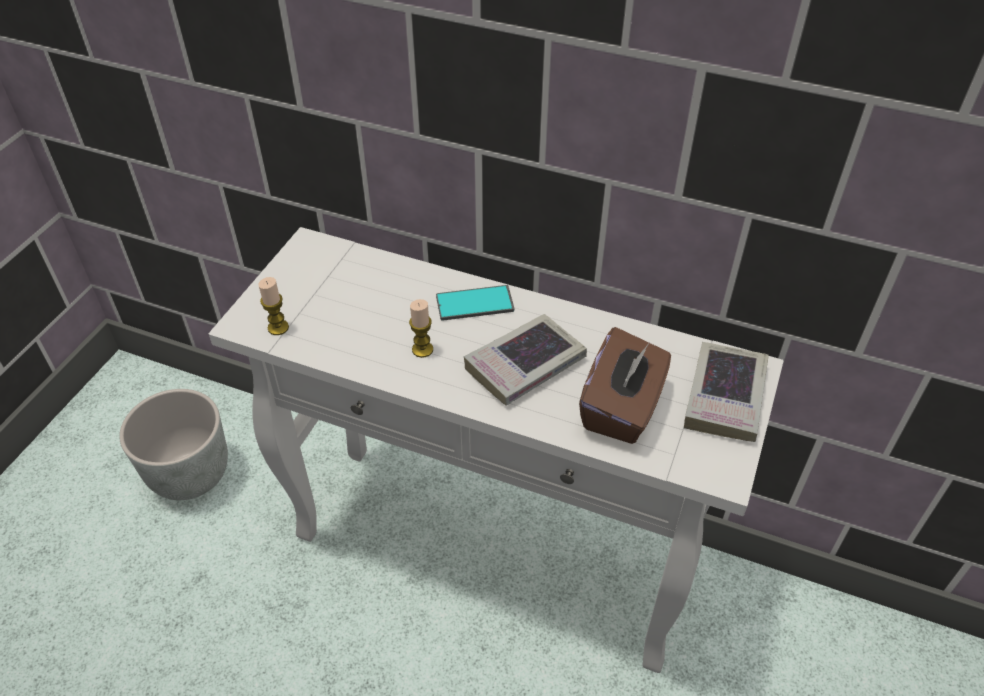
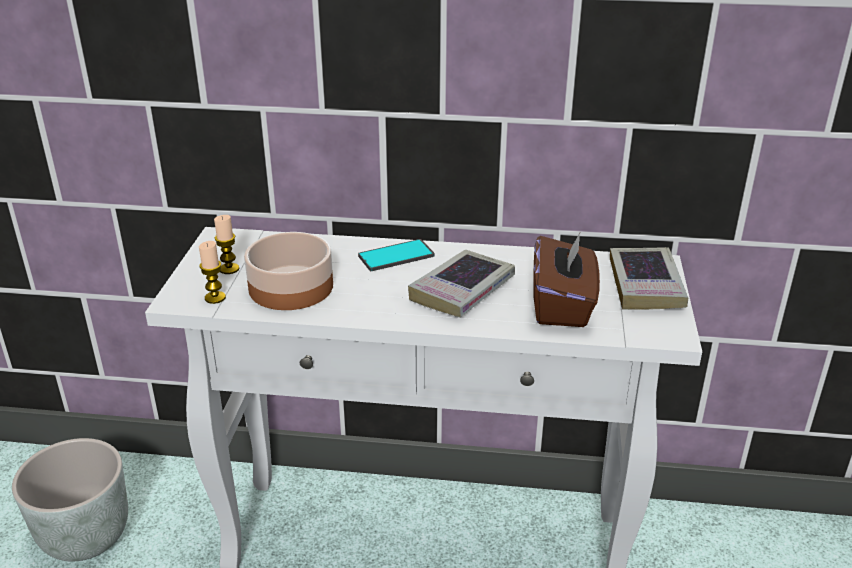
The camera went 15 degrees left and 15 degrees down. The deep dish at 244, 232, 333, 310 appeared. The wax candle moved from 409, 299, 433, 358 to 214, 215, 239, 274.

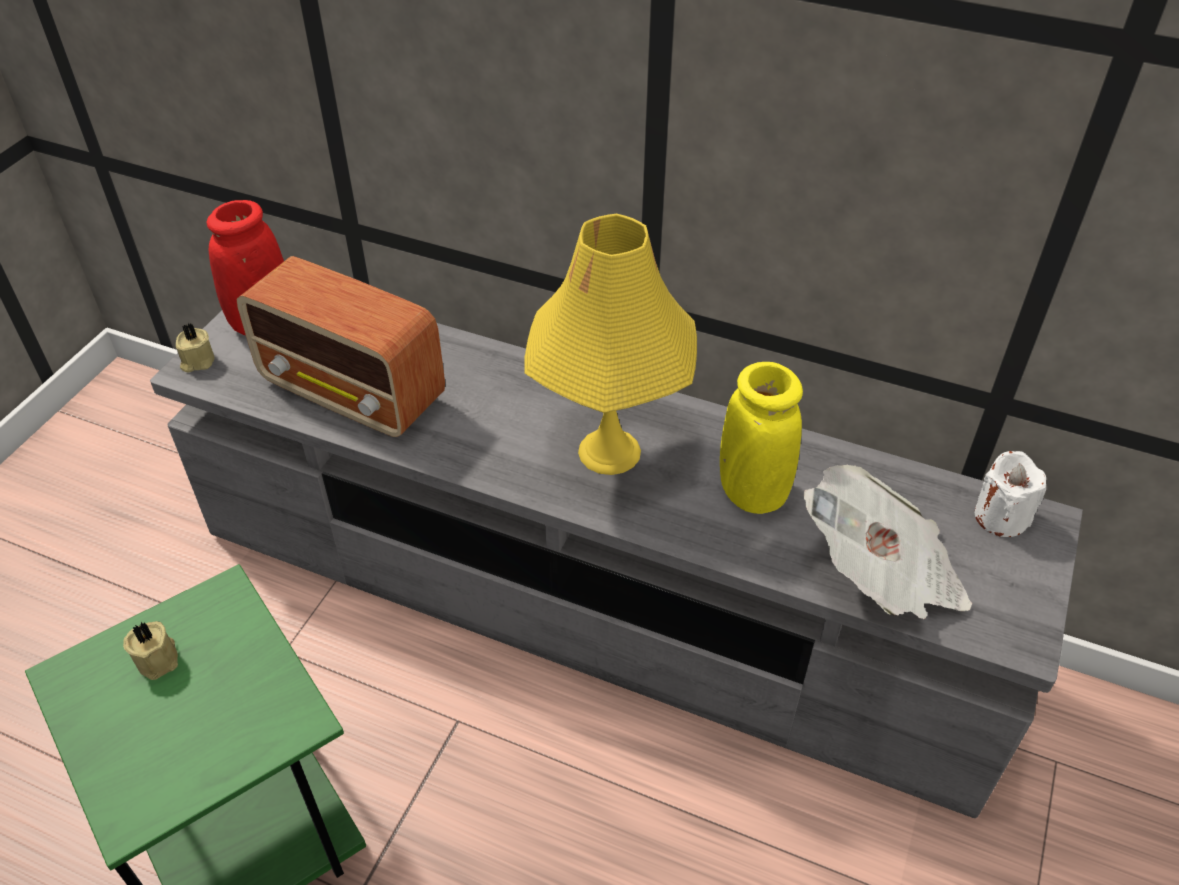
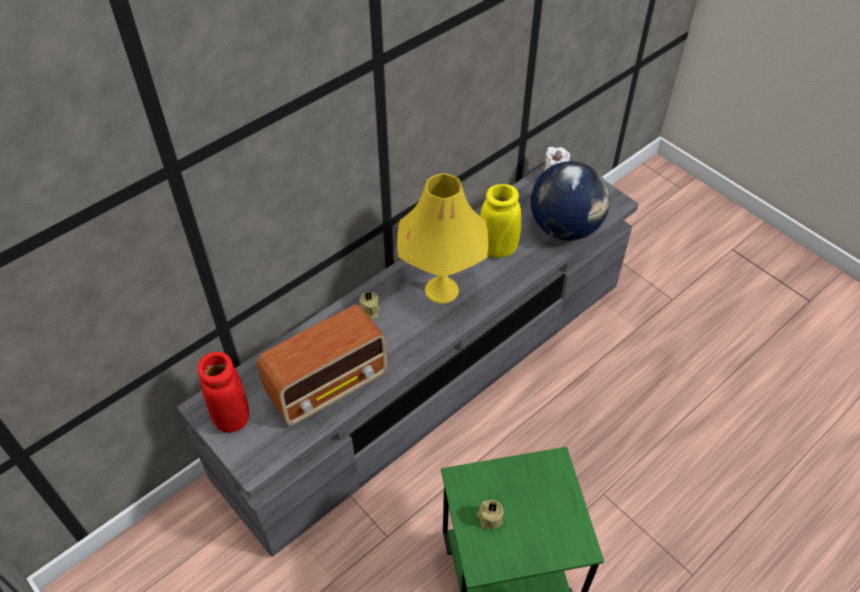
The camera went 65 degrees left and 5 degrees up. The beige-coloured wax candle moved from 176, 323, 214, 373 to 359, 291, 380, 319. The newspaper at 804, 465, 972, 619 was replaced by the world globe at 531, 161, 610, 240.

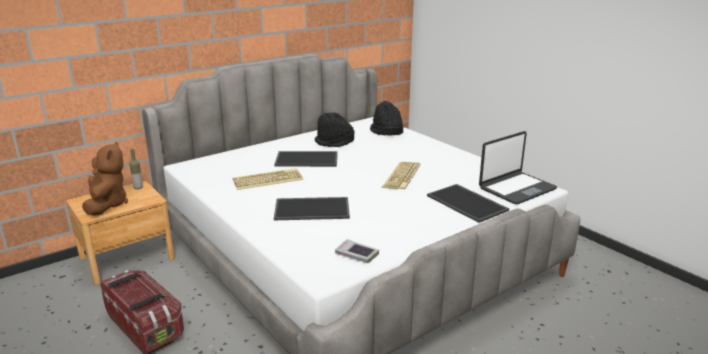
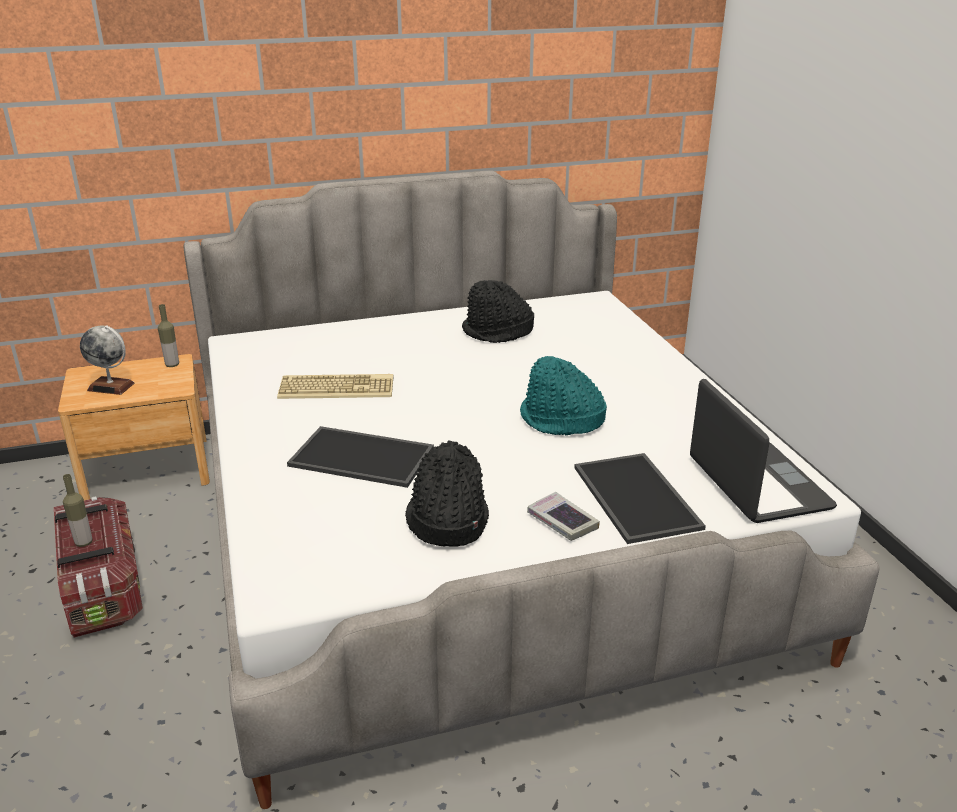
The camera went 20 degrees right and 5 degrees up. The carrying tray at 274, 151, 338, 167 disappeared. The bottle at 63, 474, 92, 547 appeared. The bound book moved from 335, 239, 379, 263 to 527, 492, 600, 541. The black clothing hat moved from 370, 101, 404, 136 to 405, 440, 489, 547. The brownish soft toy at 82, 141, 128, 216 was replaced by the world globe at 80, 325, 135, 395. The computer keyboard at 382, 162, 421, 189 was replaced by the blue-green clothing hat at 520, 356, 607, 435. The notebook computer at 479, 131, 557, 204 turned 90 degrees counterclockwise.

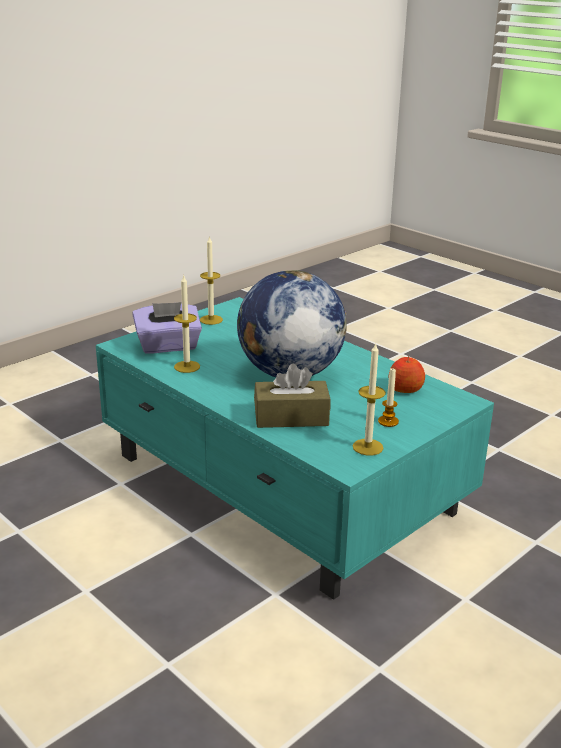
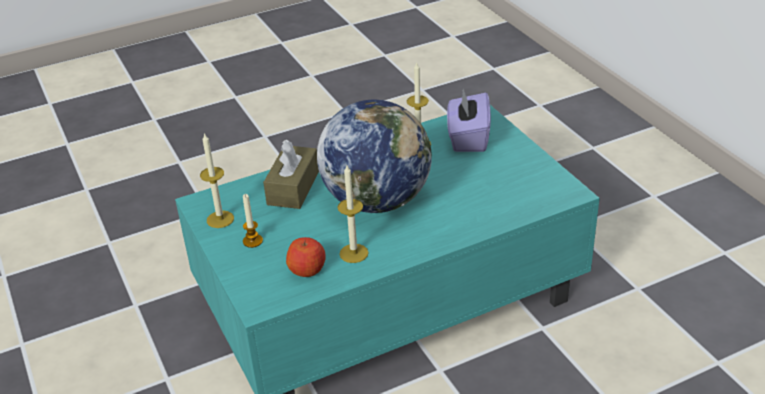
The camera went 110 degrees right and 10 degrees up. The wax candle moved from 200, 236, 223, 325 to 337, 165, 369, 263.

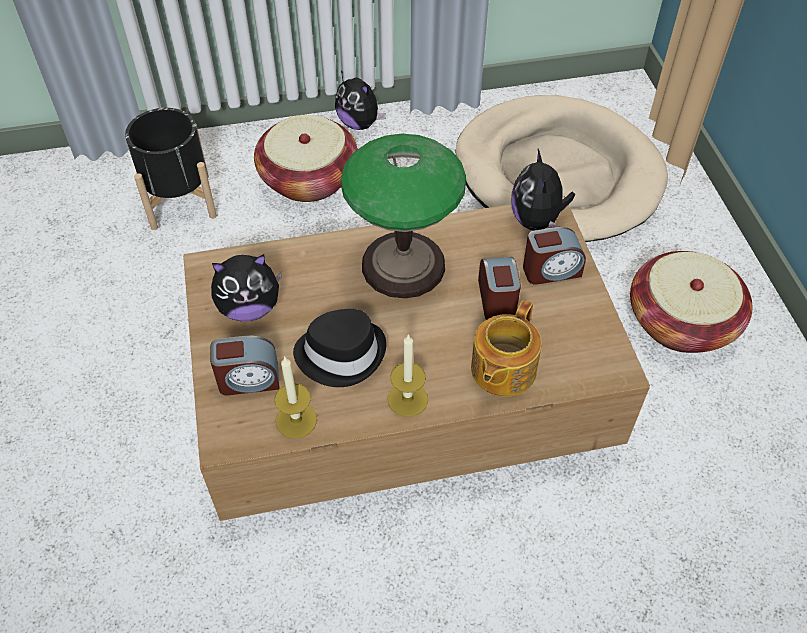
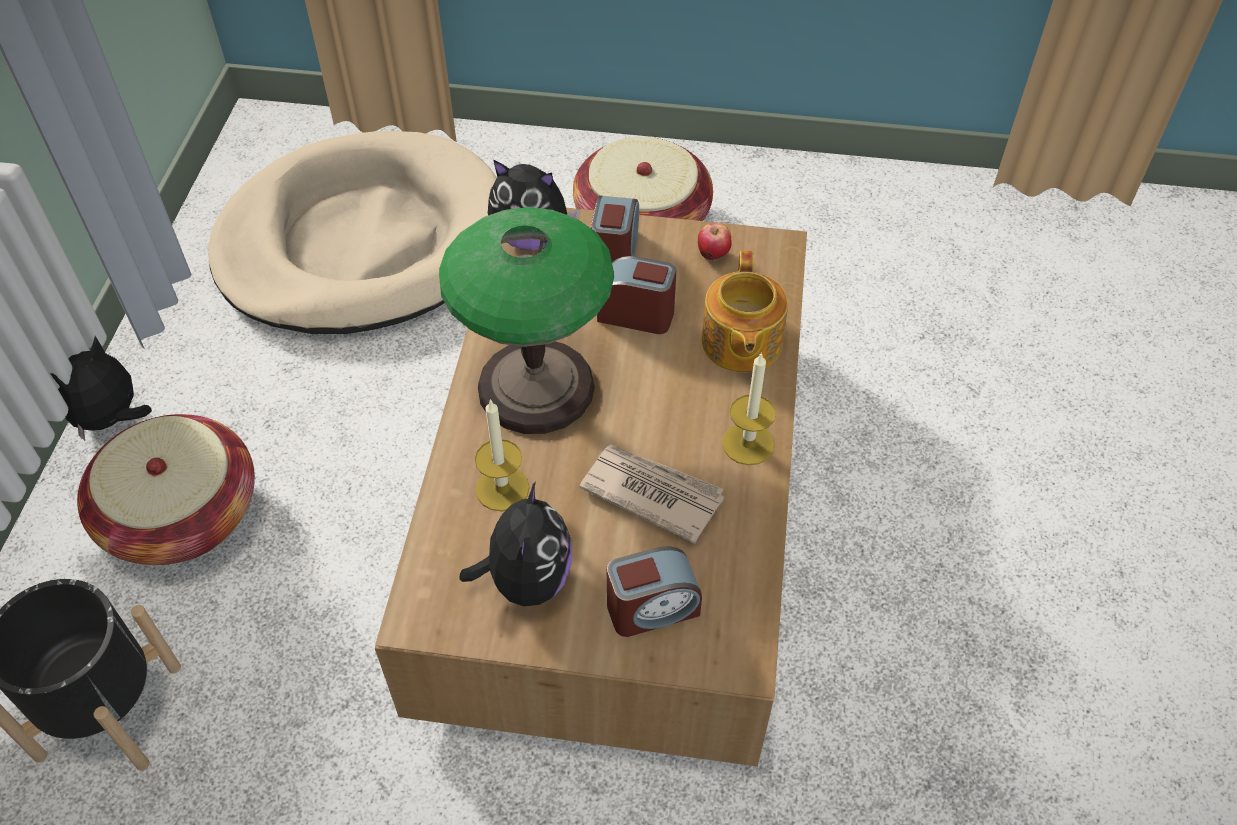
The camera went 70 degrees left and 0 degrees up. The whole apple at 698, 223, 732, 260 appeared. The wax candle moved from 274, 356, 317, 438 to 475, 399, 529, 511. The black clothing hat at 293, 309, 386, 387 was replaced by the newspaper at 579, 444, 724, 544. The table clock at 210, 336, 280, 395 turned 60 degrees clockwise. The soft toy at 335, 71, 386, 130 turned 150 degrees clockwise. The tea pot at 471, 300, 542, 397 turned 45 degrees clockwise.

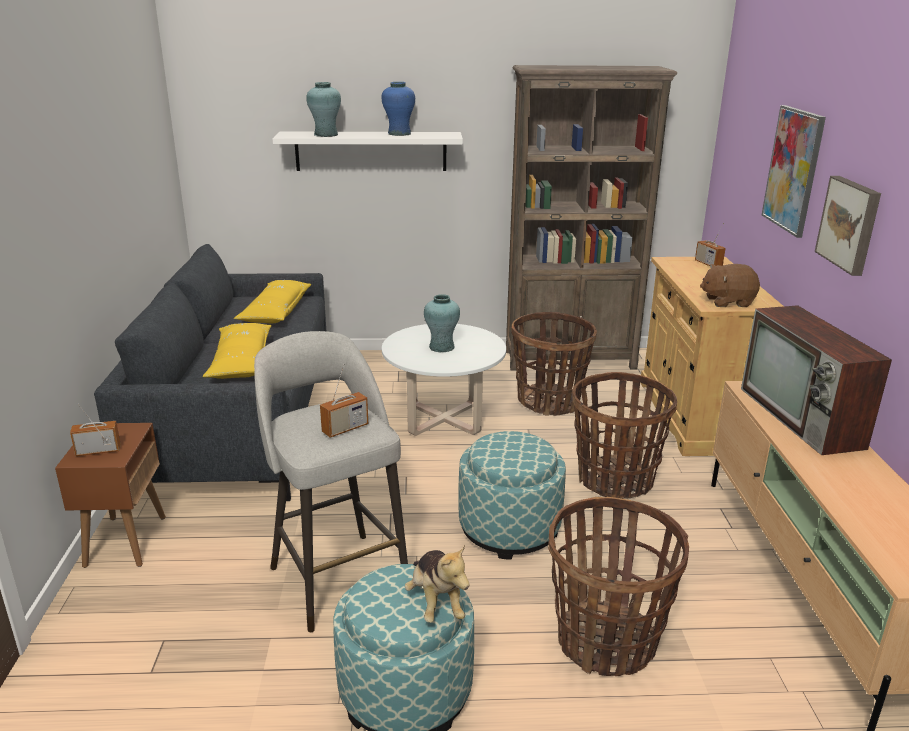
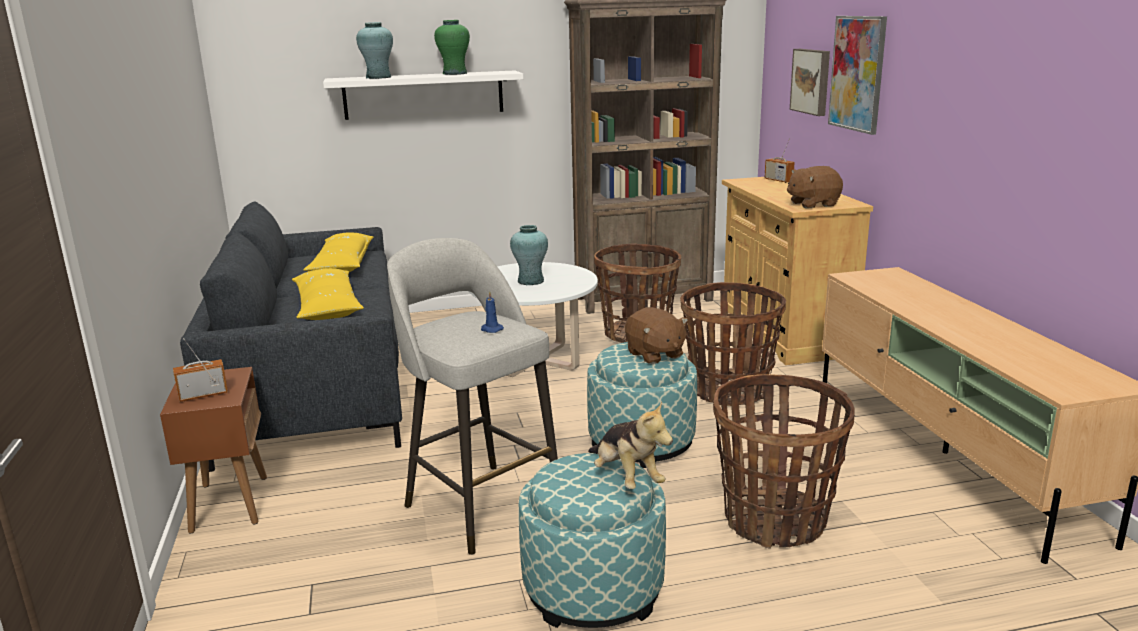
The camera went 10 degrees left and 5 degrees down. The TV set at 741, 305, 892, 455 disappeared. The brownish soft toy at 625, 307, 688, 364 appeared. The picture moved from 815, 176, 881, 276 to 790, 49, 830, 116. The radio set at 320, 364, 368, 438 was replaced by the blue wax candle at 481, 291, 504, 333. The blue flower vase at 381, 82, 415, 136 became the green flower vase at 434, 20, 470, 75.

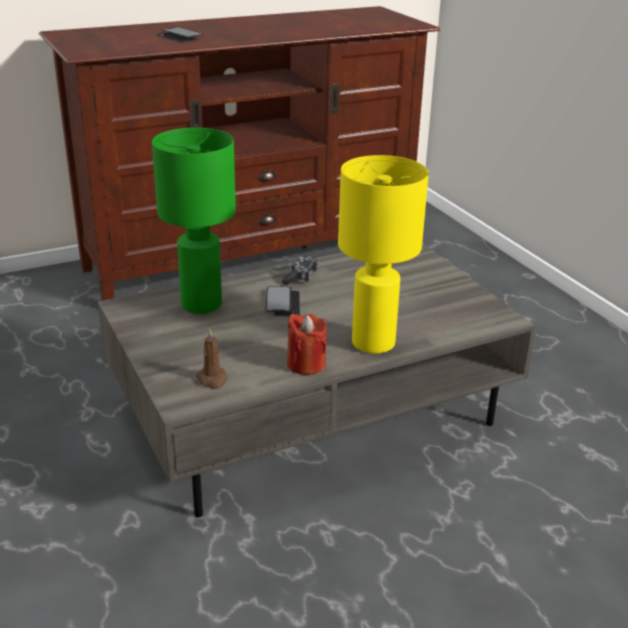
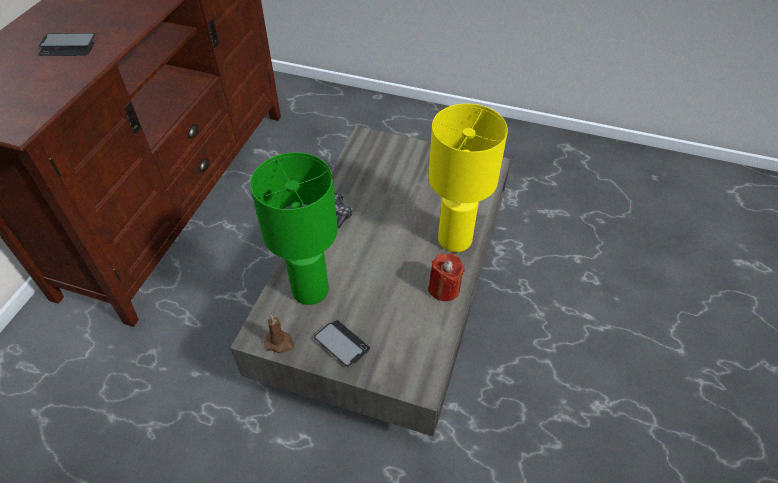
The camera went 45 degrees left and 20 degrees up. The brownish wax candle moved from 196, 329, 227, 389 to 264, 315, 294, 353. The telephone moved from 265, 286, 300, 316 to 314, 320, 370, 367.

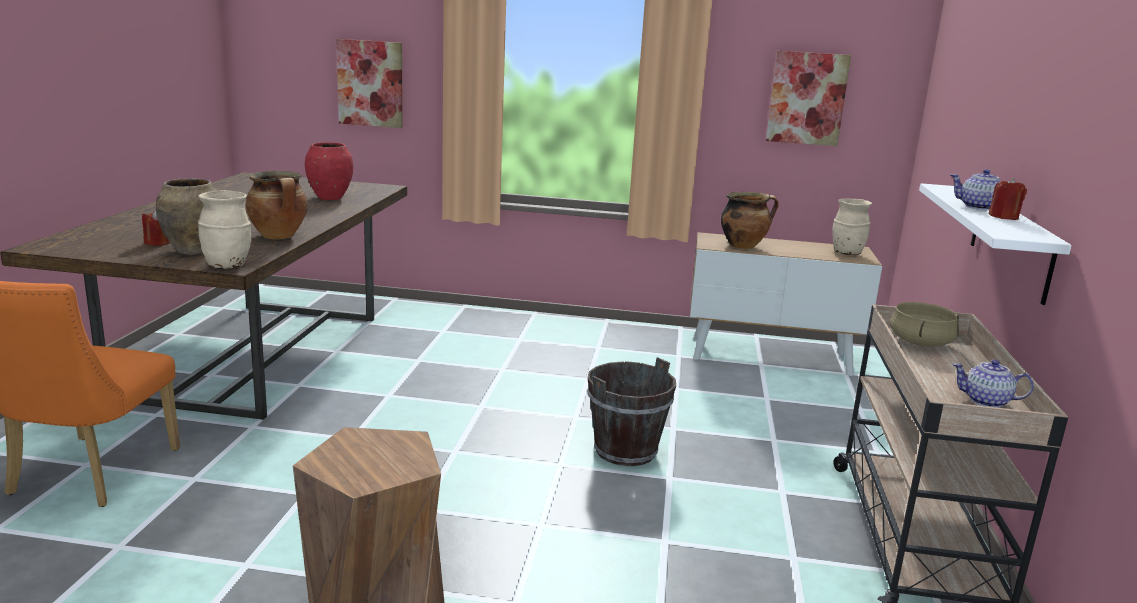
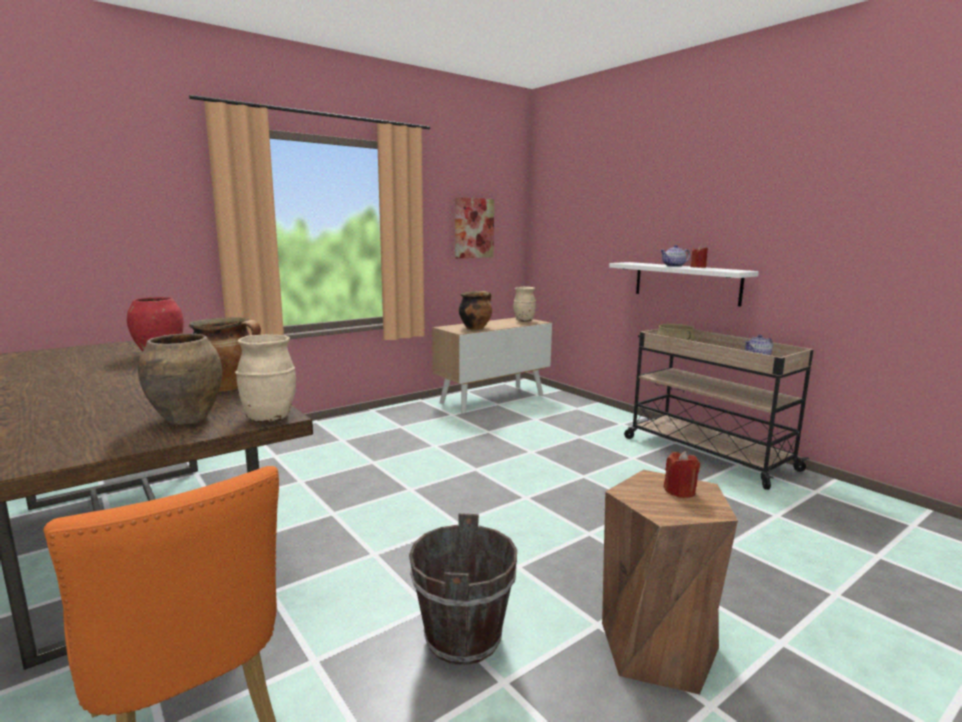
The camera went 45 degrees left and 5 degrees down. The picture at 336, 39, 403, 128 disappeared. The red wax candle moved from 142, 210, 170, 246 to 664, 451, 700, 498. The brownish bucket moved from 587, 357, 676, 466 to 409, 513, 517, 665.

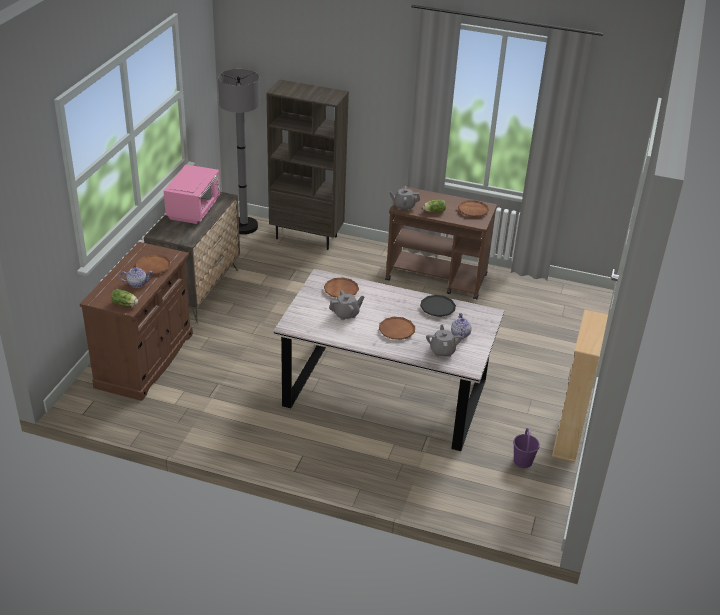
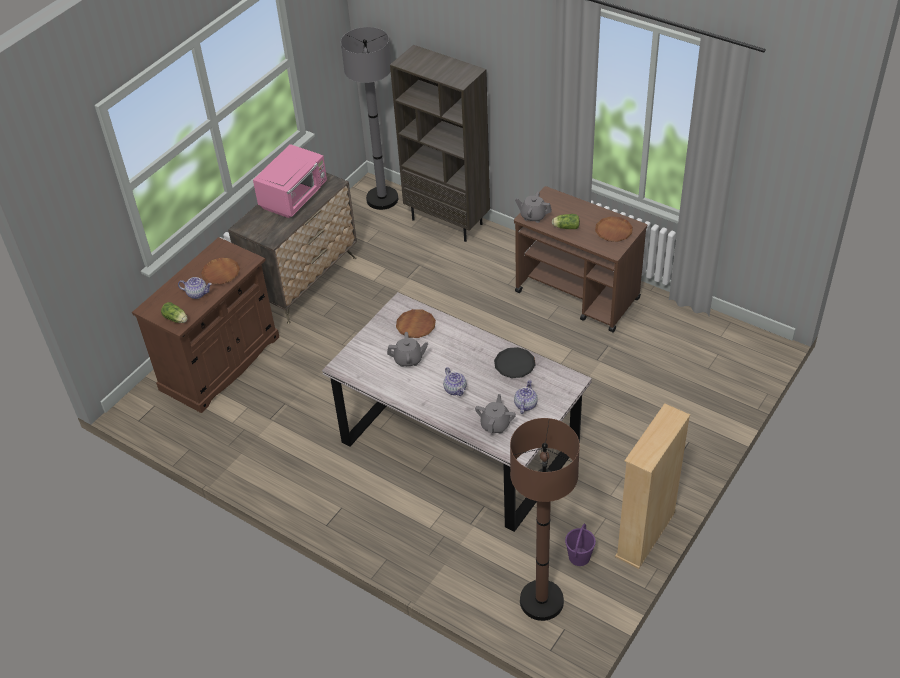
The camera went 20 degrees right and 10 degrees up. The brownish floor lamp at 510, 418, 580, 621 appeared. The brownish plate at 379, 317, 415, 340 was replaced by the tea pot at 443, 367, 467, 396.

